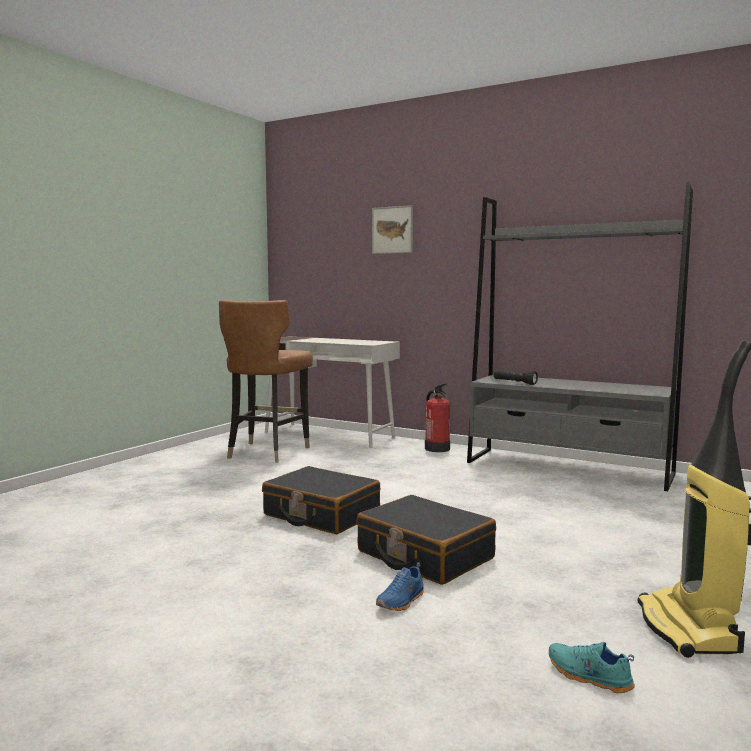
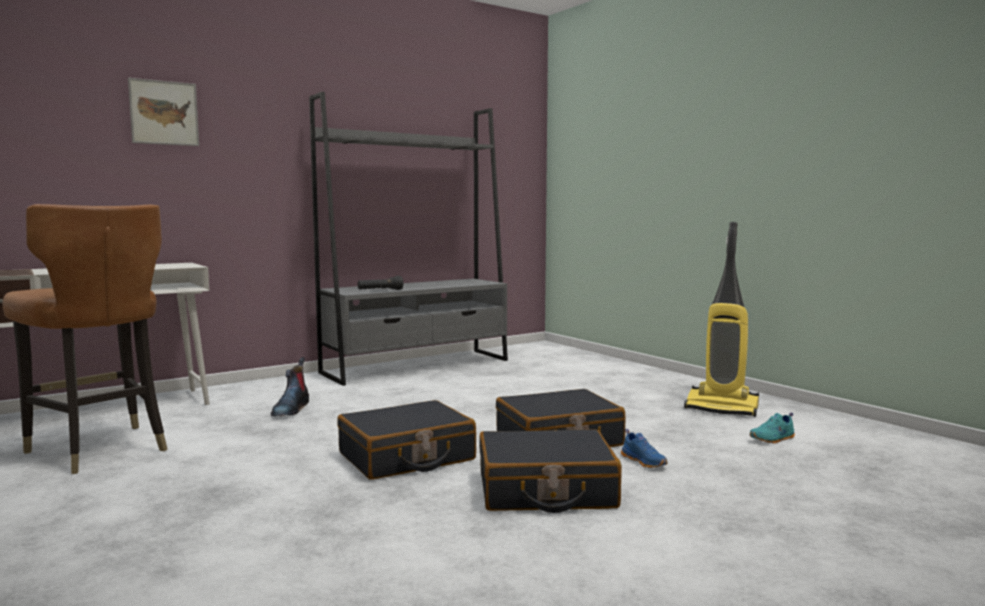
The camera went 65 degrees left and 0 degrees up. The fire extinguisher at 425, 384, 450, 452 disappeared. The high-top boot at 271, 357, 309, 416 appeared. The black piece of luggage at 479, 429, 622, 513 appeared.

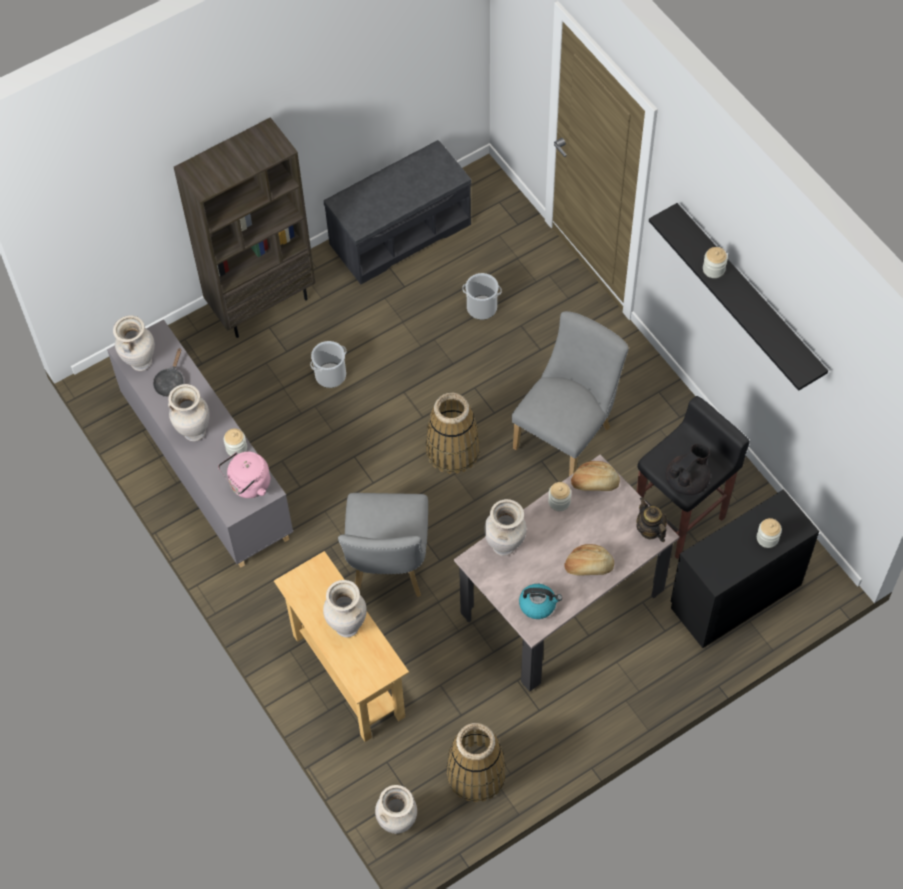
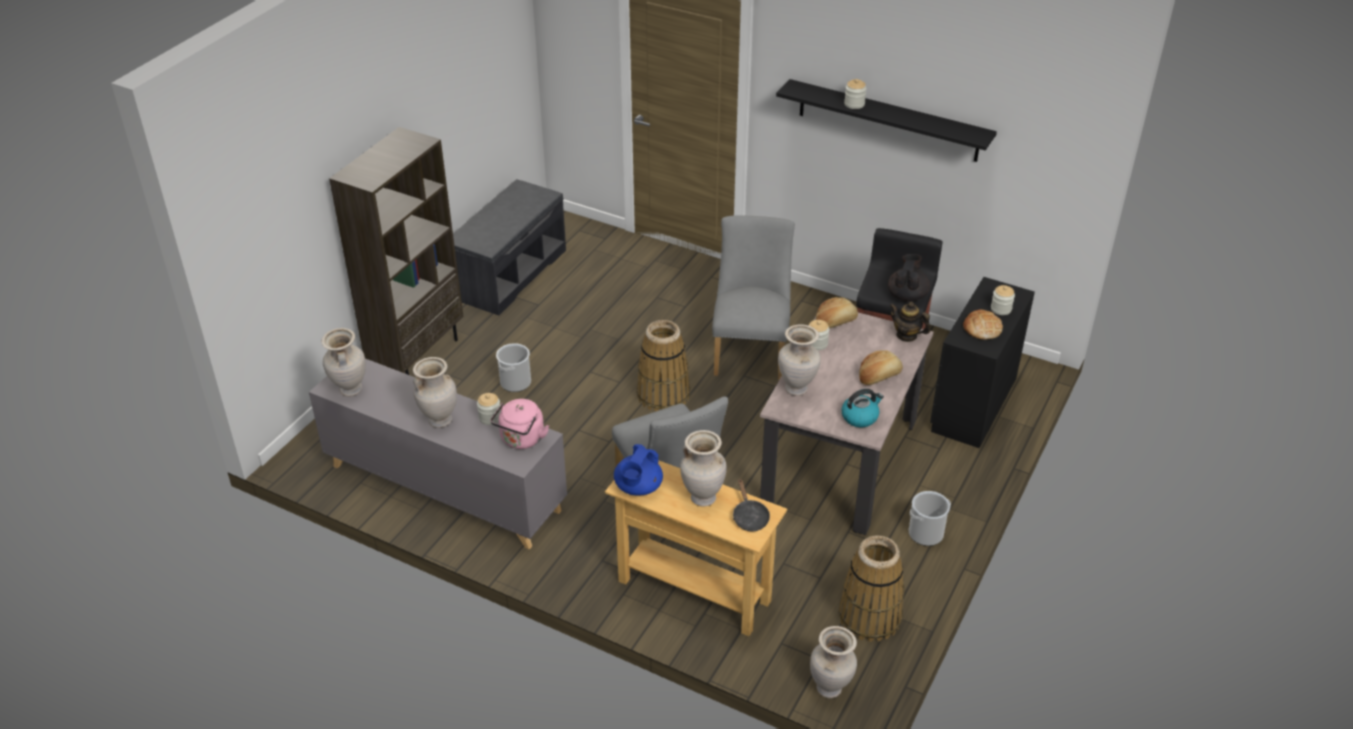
The camera went 30 degrees left and 20 degrees down. The blue tea pot at 614, 444, 663, 495 appeared. The bakery bread at 963, 309, 1003, 340 appeared. The black skillet moved from 153, 349, 184, 397 to 733, 479, 770, 532. The bucket moved from 462, 273, 501, 320 to 909, 491, 951, 546.

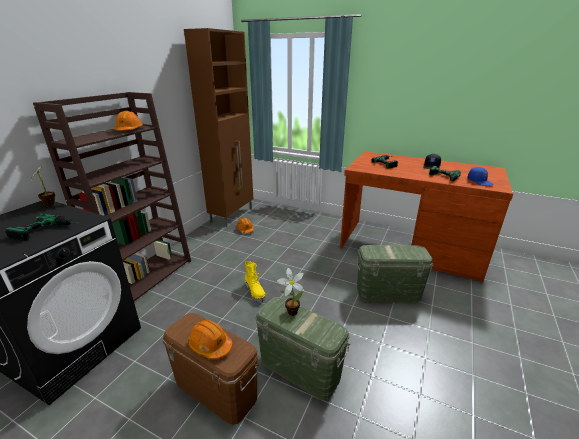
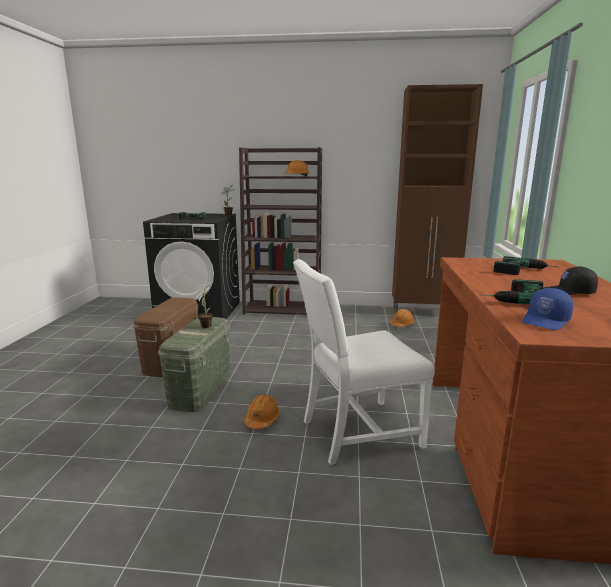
The camera went 70 degrees right and 10 degrees down. The yellowish high-top boot at 245, 261, 265, 302 disappeared. The orangey work helmet moved from 188, 320, 232, 359 to 244, 394, 280, 429. The green storage container at 356, 245, 433, 302 was replaced by the white plain chair at 293, 259, 435, 465.

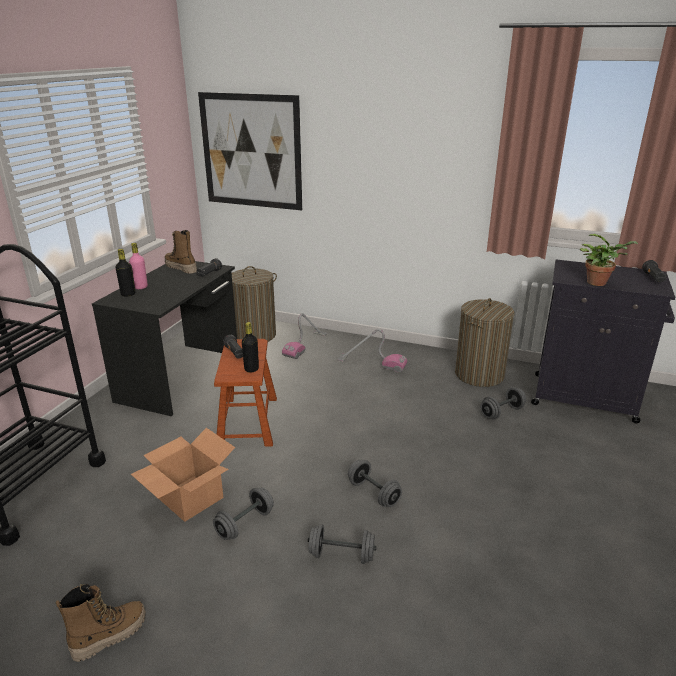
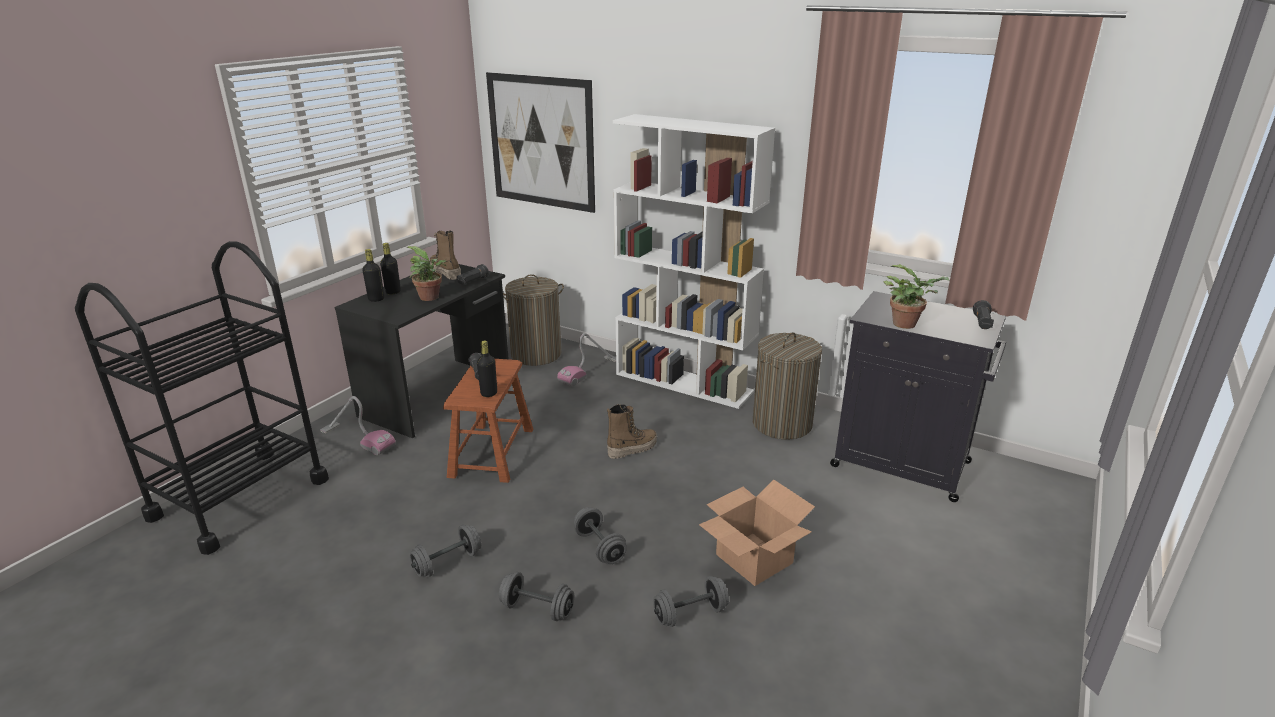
The camera went 10 degrees right and 0 degrees up. The houseplant at 406, 246, 446, 301 appeared. The white bookcase at 613, 114, 775, 409 appeared. The high-top boot moved from 56, 584, 146, 662 to 607, 404, 657, 459. The carton moved from 131, 428, 235, 522 to 699, 479, 815, 586. The hoover moved from 337, 329, 407, 373 to 320, 396, 396, 455. The gray hand weight moved from 480, 387, 526, 420 to 653, 576, 729, 627. The pinkish bottle at 129, 243, 148, 289 became the black bottle at 380, 243, 401, 295.

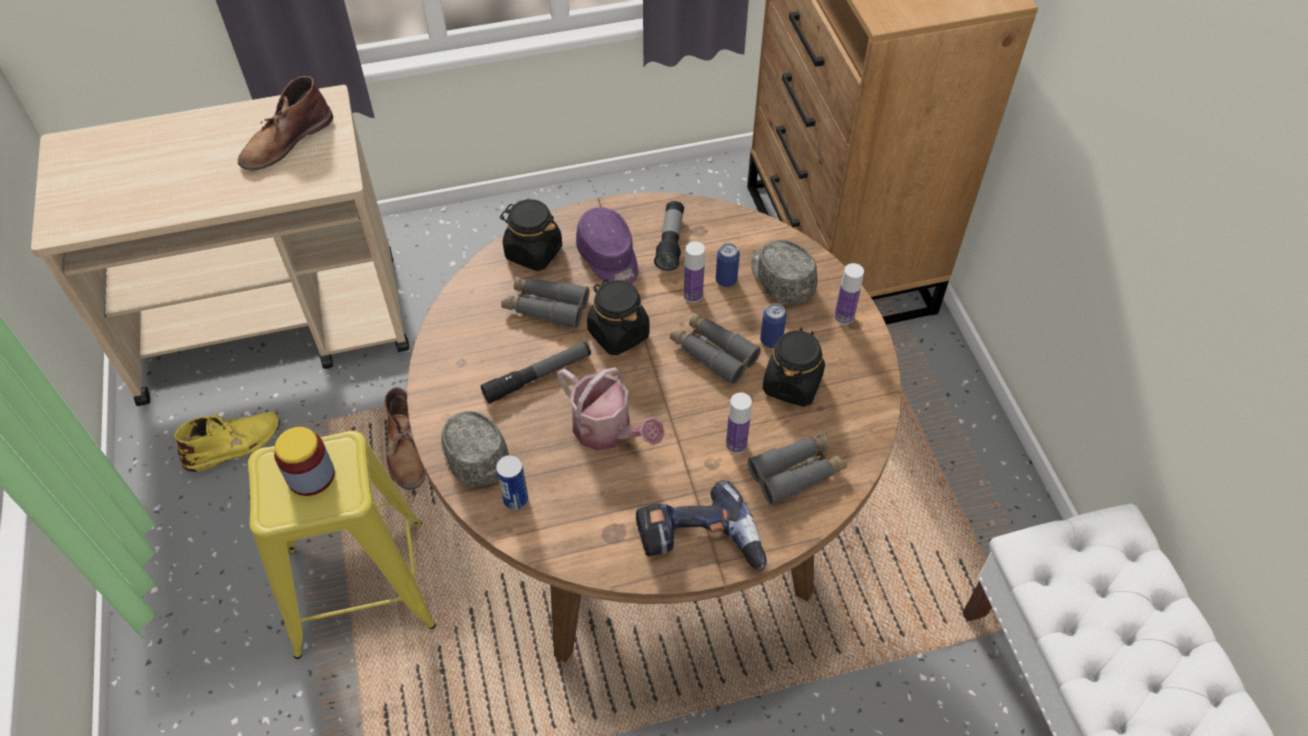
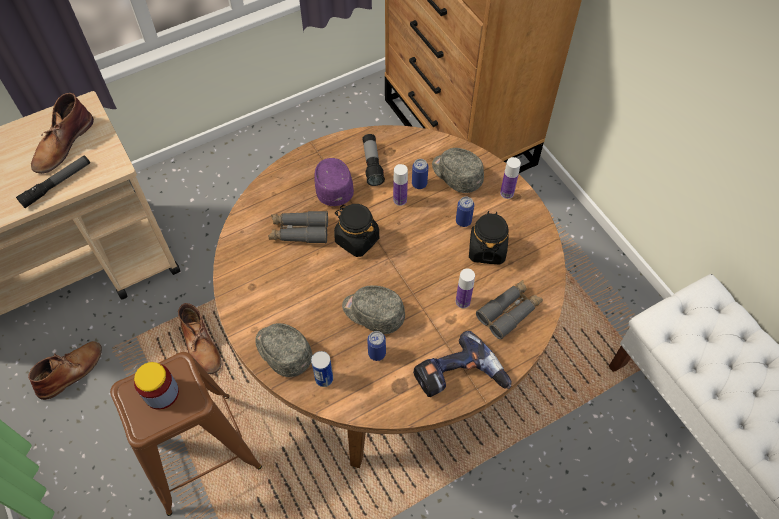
The camera went 15 degrees left and 5 degrees up. The black storage jar at 500, 199, 562, 271 disappeared. The gray pair of binoculars at 670, 312, 761, 384 disappeared. The metal can at 367, 331, 386, 361 appeared. The flashlight moved from 481, 342, 591, 404 to 16, 155, 90, 208. The watering pot at 557, 367, 665, 451 was replaced by the gray baseball cap at 342, 285, 405, 334. The yellowish high-top boot at 174, 412, 280, 472 became the brownish high-top boot at 28, 341, 102, 400. The yellowish stool at 248, 431, 436, 659 became the brownish stool at 110, 352, 262, 516. The purplish baseball cap at 576, 207, 638, 284 turned 150 degrees counterclockwise.

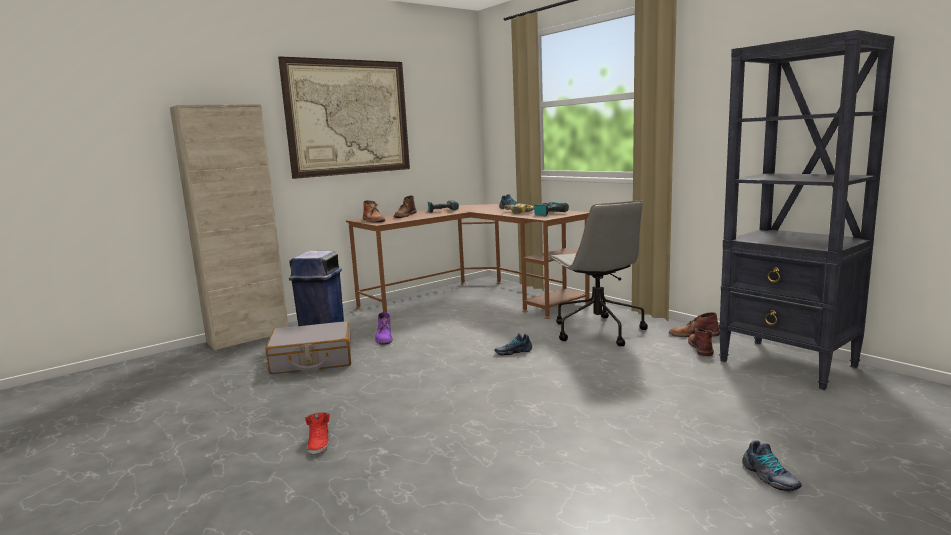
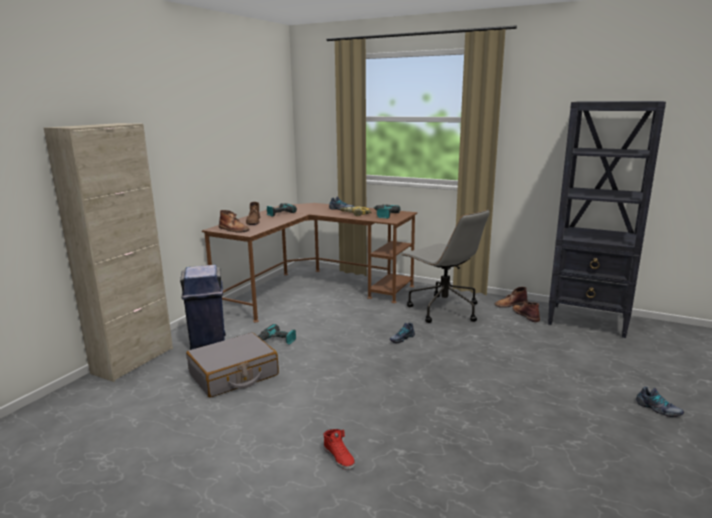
The camera went 25 degrees left and 5 degrees up. The picture at 278, 56, 410, 179 disappeared. The purplish high-top boot at 375, 312, 393, 344 was replaced by the power drill at 258, 324, 296, 345.

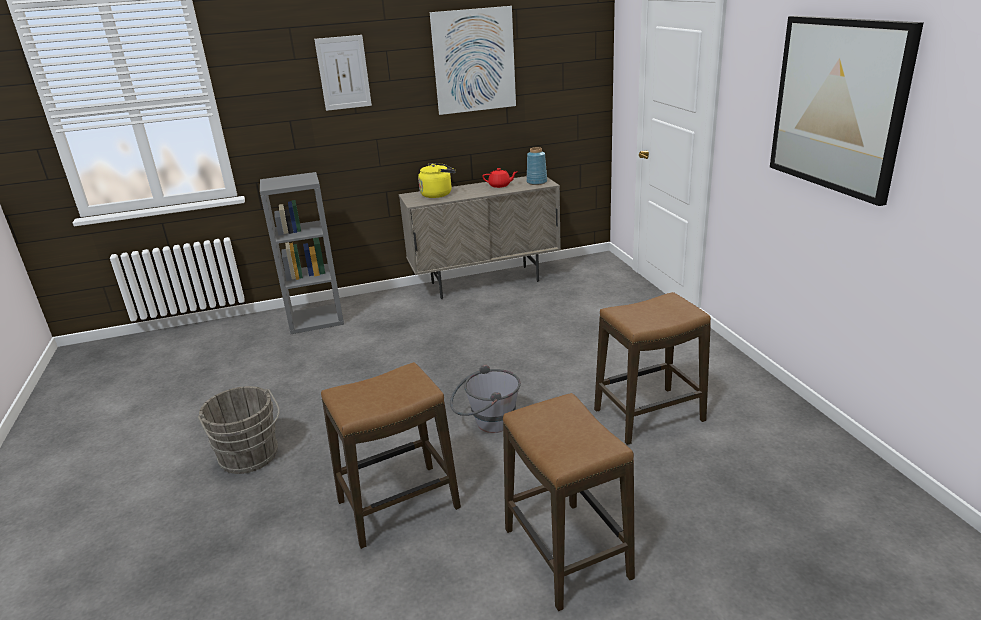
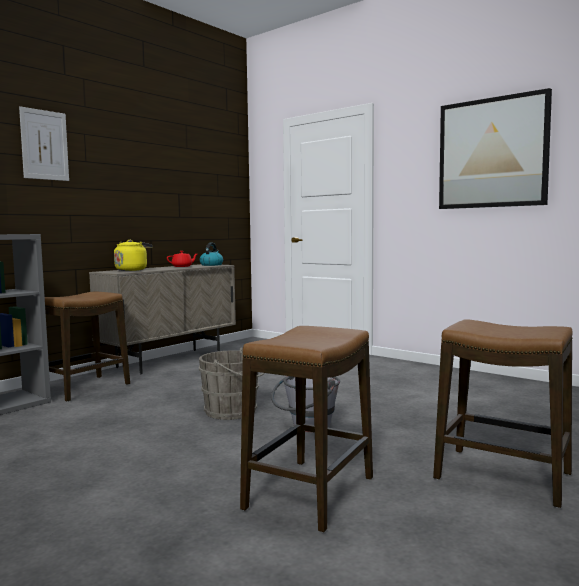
The camera went 35 degrees left and 20 degrees down. The picture at 430, 6, 516, 115 disappeared. The gray bucket moved from 198, 386, 280, 474 to 198, 348, 264, 420. The stool moved from 594, 292, 711, 445 to 45, 292, 130, 402. The blue flower vase at 527, 147, 547, 185 was replaced by the kettle at 200, 243, 223, 266.

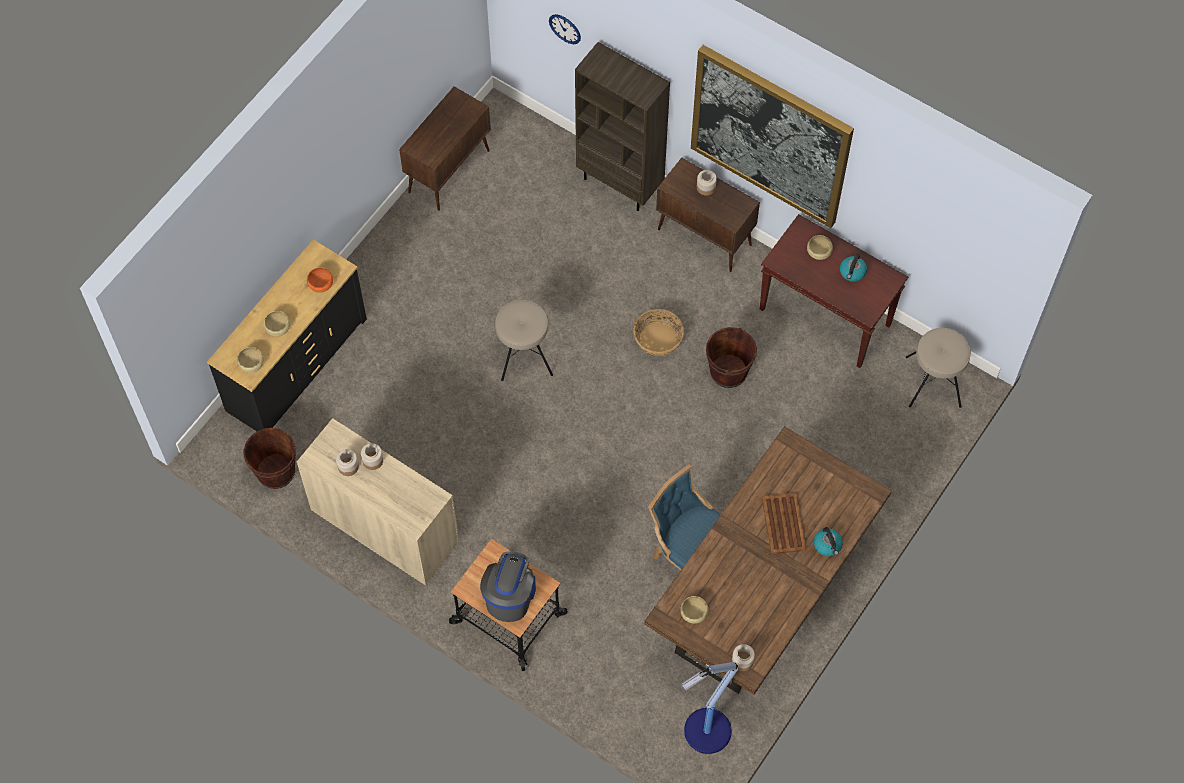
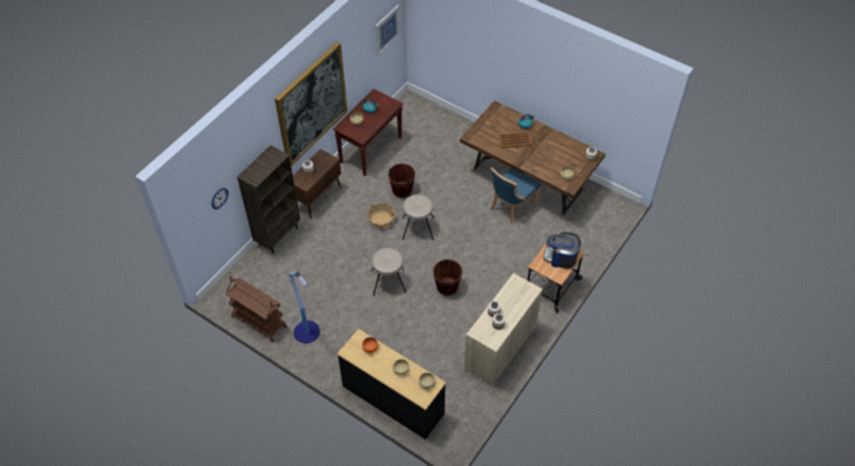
The camera went 90 degrees left and 10 degrees down. The picture at 375, 5, 400, 56 appeared. The brownish bucket moved from 243, 428, 296, 489 to 433, 259, 463, 296. The floor lamp moved from 682, 662, 738, 754 to 289, 272, 320, 343. The beige-coloured stool moved from 906, 328, 971, 408 to 402, 194, 434, 240. The brownish cabinet at 399, 86, 491, 211 was replaced by the brownish trolley at 225, 276, 287, 342.

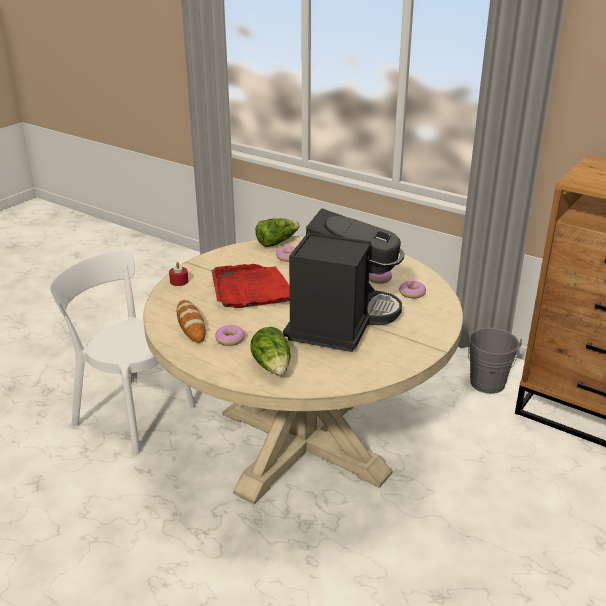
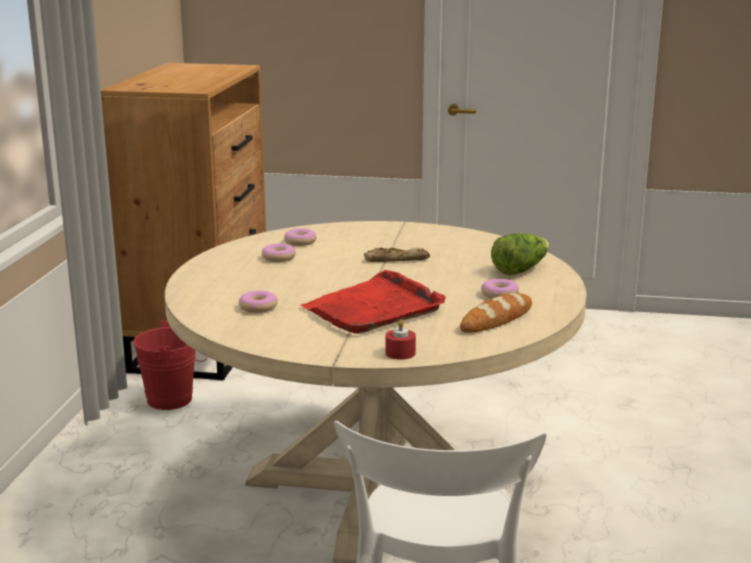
The camera went 115 degrees left and 10 degrees down. The lettuce head at 255, 218, 300, 247 disappeared. The coffee maker at 283, 208, 404, 352 was replaced by the bakery bread at 364, 248, 430, 262. The gray bucket at 467, 328, 522, 394 became the red bucket at 133, 321, 208, 410.

